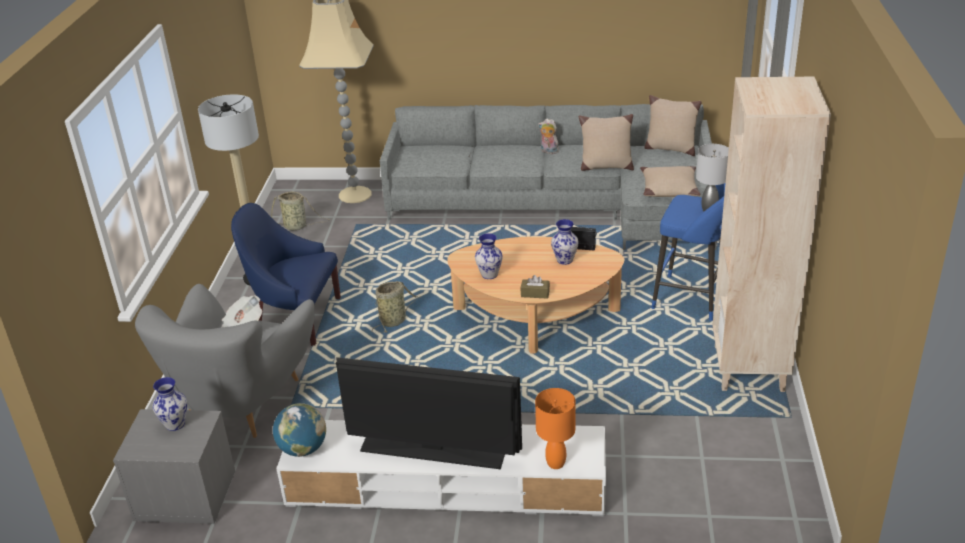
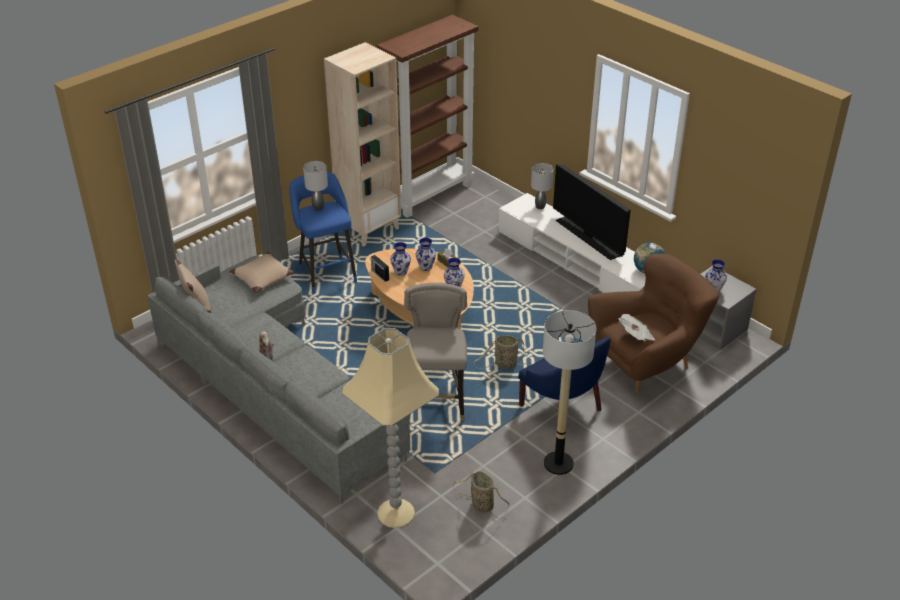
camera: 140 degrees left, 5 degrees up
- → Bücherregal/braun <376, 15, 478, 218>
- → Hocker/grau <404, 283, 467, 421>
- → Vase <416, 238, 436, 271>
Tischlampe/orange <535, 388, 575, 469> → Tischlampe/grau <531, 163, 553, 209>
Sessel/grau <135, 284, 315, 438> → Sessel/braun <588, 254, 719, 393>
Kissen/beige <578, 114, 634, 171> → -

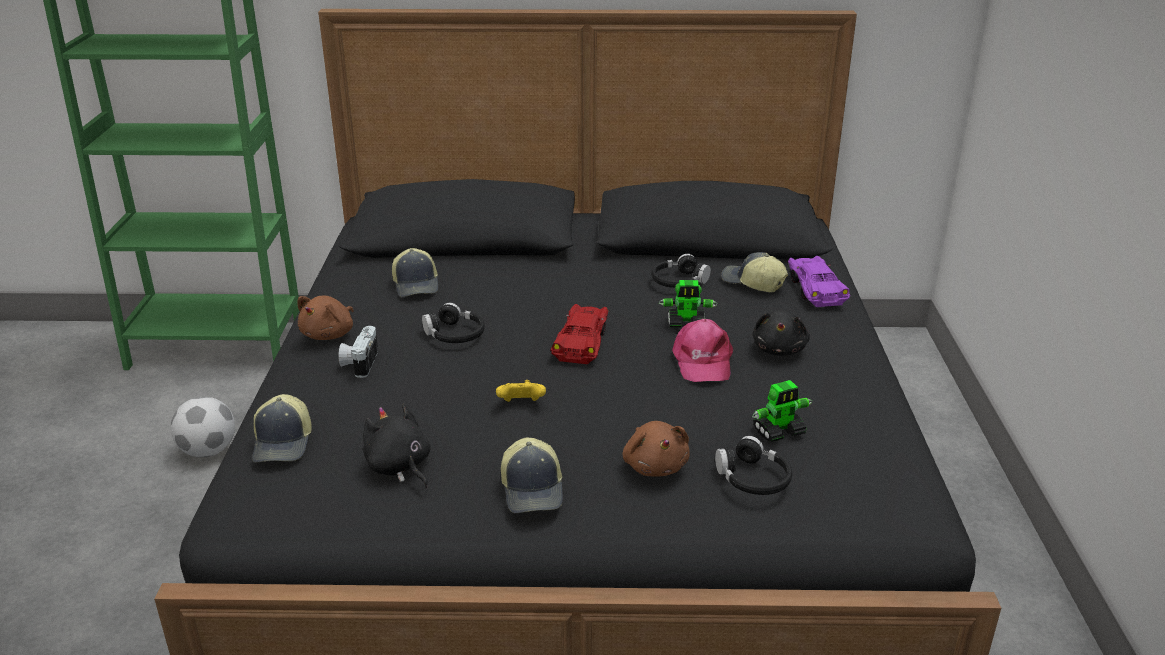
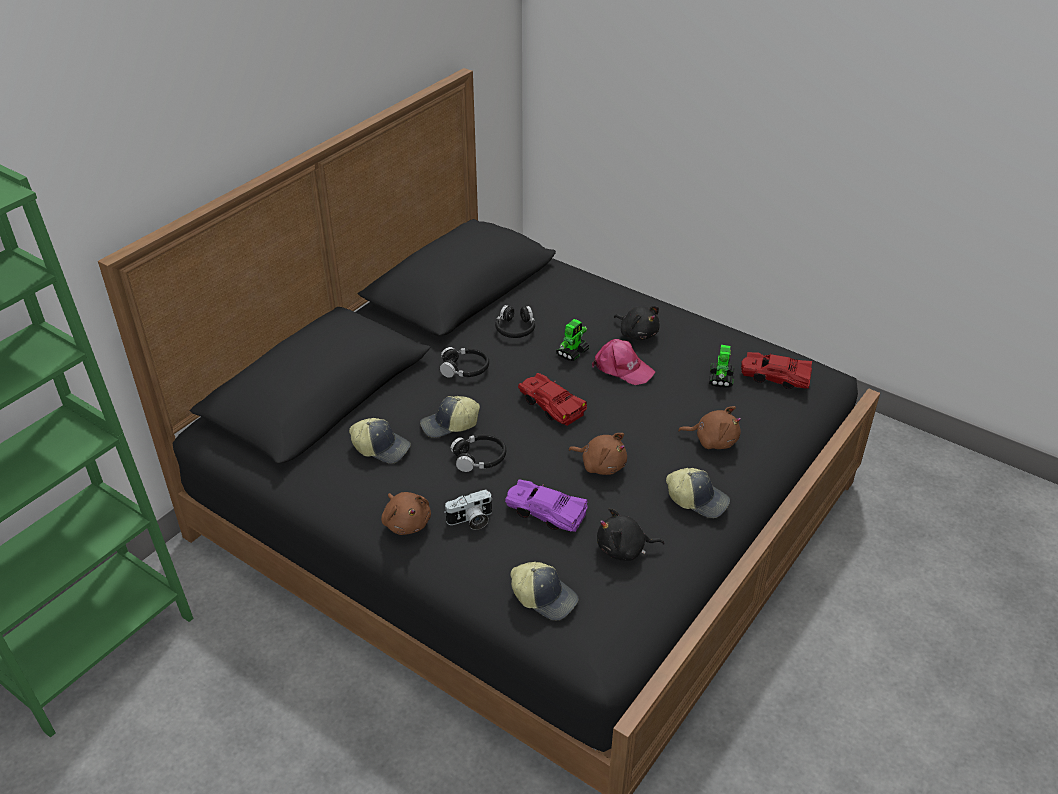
camera: 55 degrees left, 10 degrees up
Kappe <721, 252, 788, 293> → Kappe <420, 396, 480, 438>, shifted
Kopfhörer/schwarz <715, 436, 792, 495> → Kopfhörer/schwarz <440, 347, 489, 378>, shifted
Kamera <338, 326, 378, 378> → Kamera <444, 490, 493, 530>, 60 degrees counterclockwise
Spielzeugauto/lila <788, 256, 850, 307> → Spielzeugauto/lila <505, 479, 588, 532>, shifted
Gamepad/gelb <496, 380, 546, 402> → Plüschtier/braun <568, 433, 627, 475>
- → Spielzeugauto/rot <741, 352, 812, 389>
Fußball <171, 397, 235, 458> → -

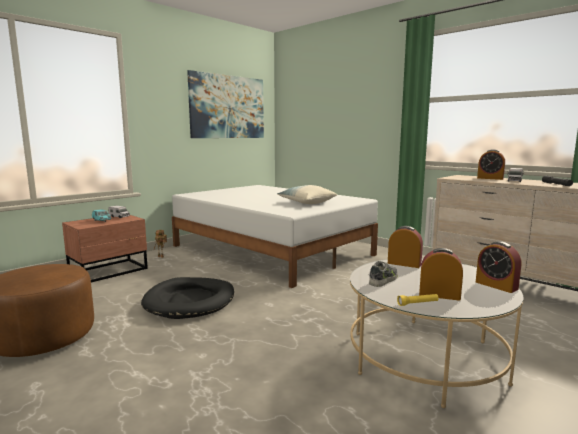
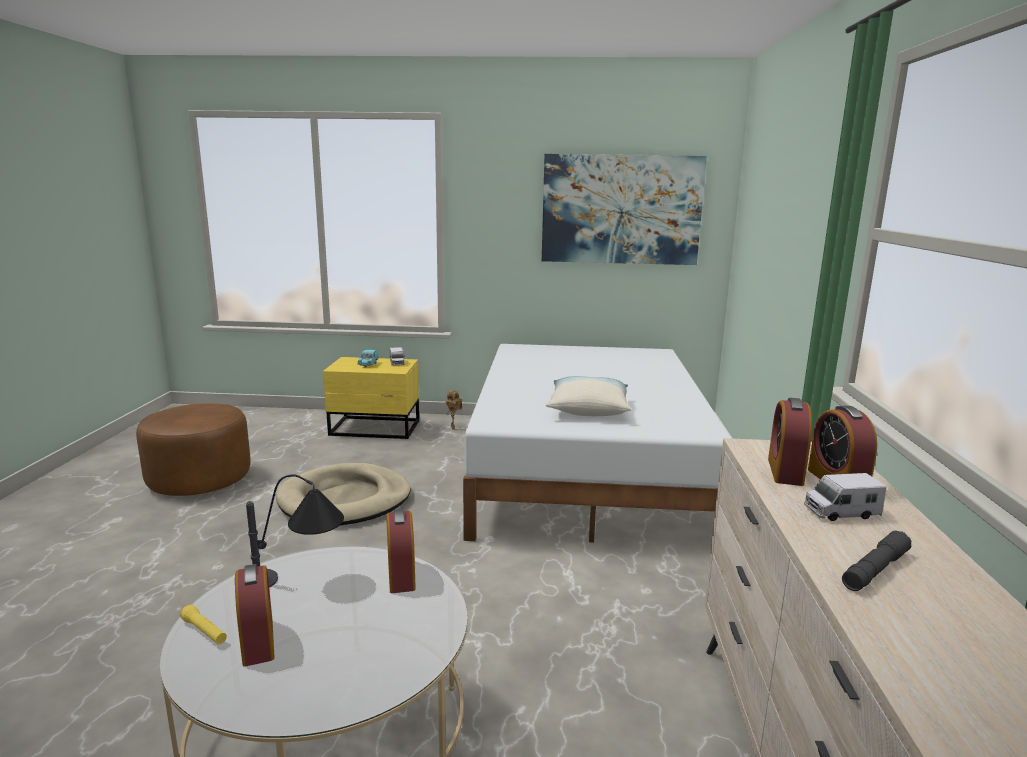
camera: 50 degrees right, 5 degrees up
Schuh <369, 261, 398, 287> → Tischlampe <246, 475, 344, 588>
Hundebett/schwarz <141, 277, 234, 319> → Hundebett/beige <276, 463, 411, 526>
Nachttisch/braun <62, 215, 148, 283> → Nachttisch/gelb <323, 357, 419, 439>
Wecker <476, 241, 521, 293> → Wecker <768, 398, 812, 486>, shifted

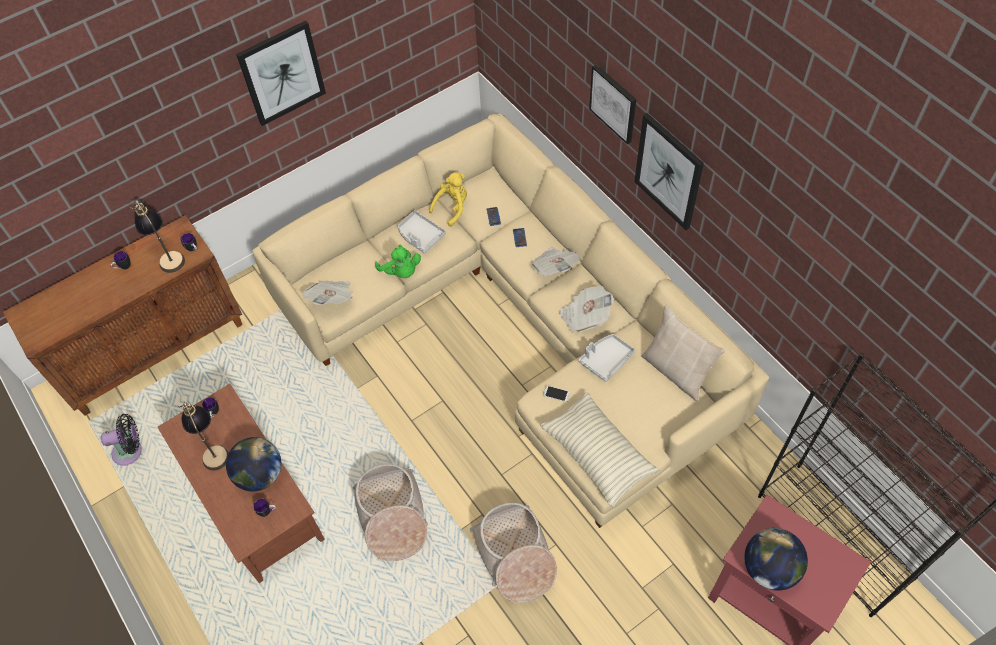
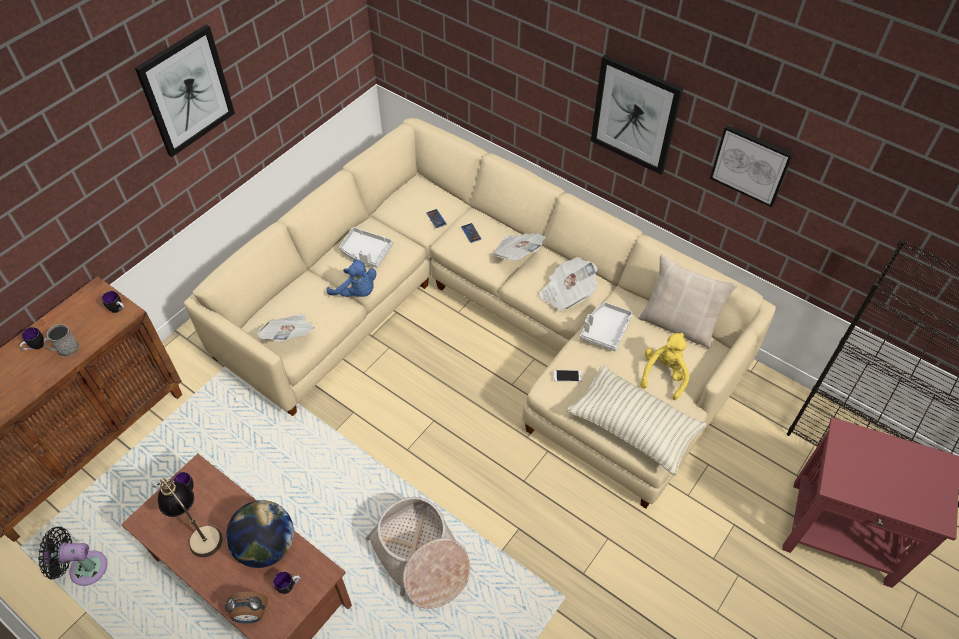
camera: 20 degrees left, 5 degrees down
Ventilator/schwarz <101, 414, 142, 466> → Ventilator/schwarz <38, 527, 107, 586>, 150 degrees counterclockwise
- → Henkelbecher/grau <44, 324, 79, 357>
- → Wecker <225, 592, 268, 624>
Plüschtier/grün <375, 245, 421, 278> → Plüschtier/blau <326, 259, 376, 297>
Plüschtier/gelb <429, 172, 467, 227> → Plüschtier/gelb <640, 333, 689, 400>, shifted
Bild <589, 64, 637, 144> → Bild <710, 125, 794, 207>, shifted
Tischlampe <131, 201, 185, 273> → -
Korb <470, 502, 557, 603> → -
Globus <744, 528, 808, 591> → -

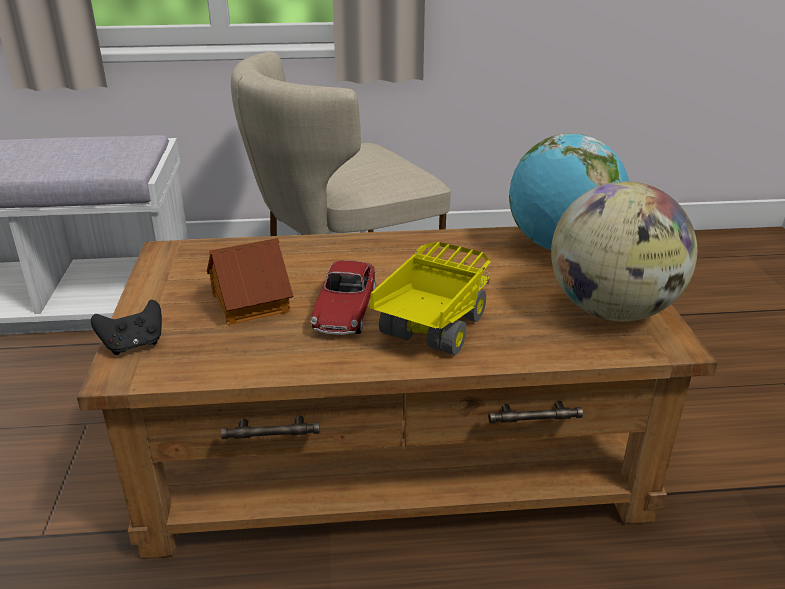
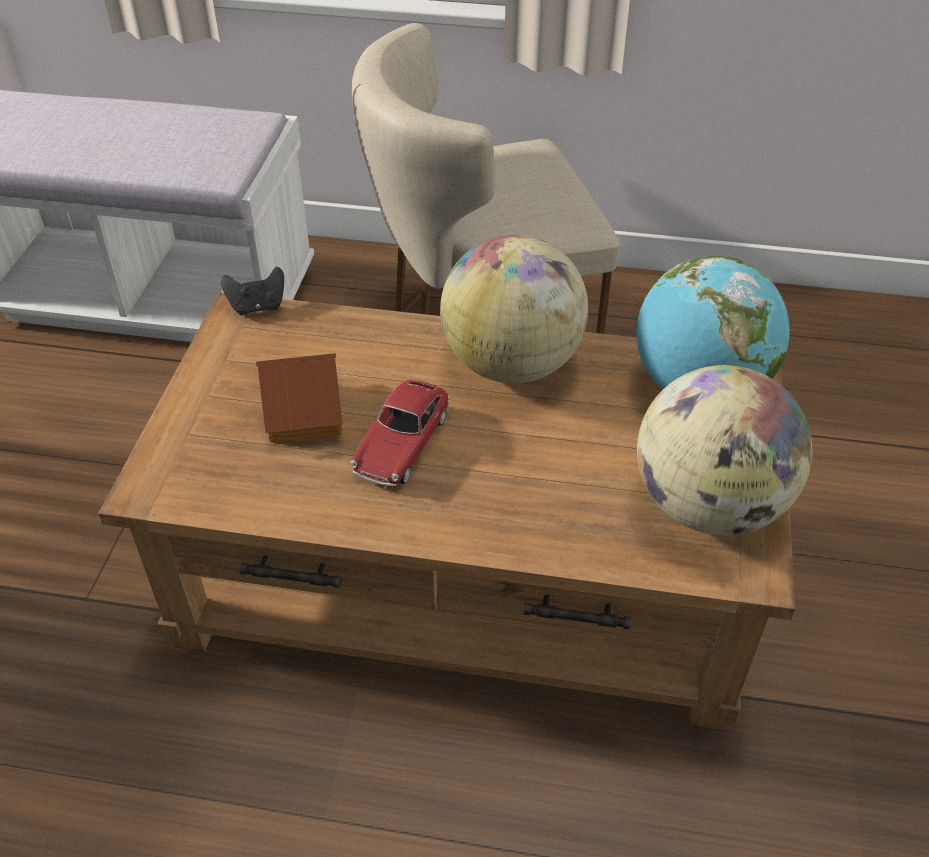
camera: 15 degrees right, 15 degrees up
Gamepad/schwarz <91, 300, 162, 355> → Gamepad/schwarz <221, 267, 284, 315>, shifted
- → Globus <440, 235, 588, 383>
Spielzeuglaster <370, 242, 490, 355> → -

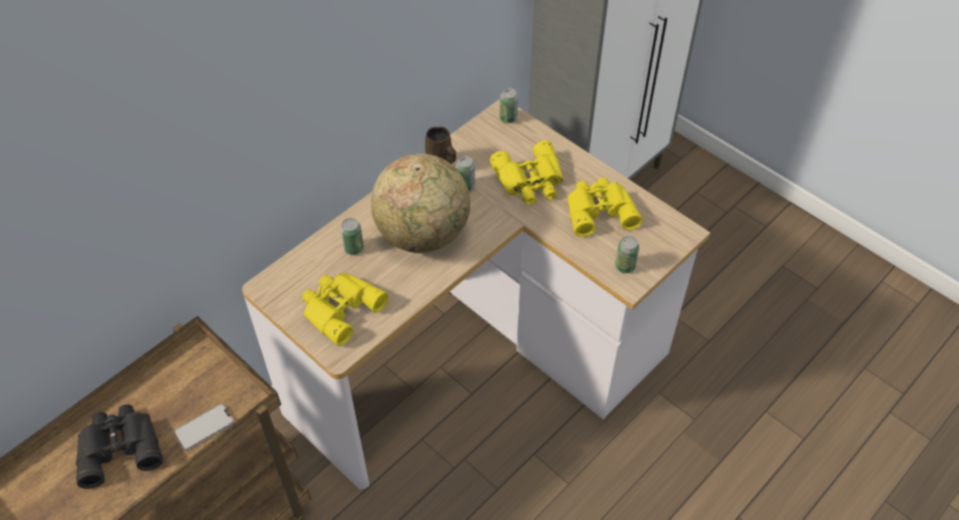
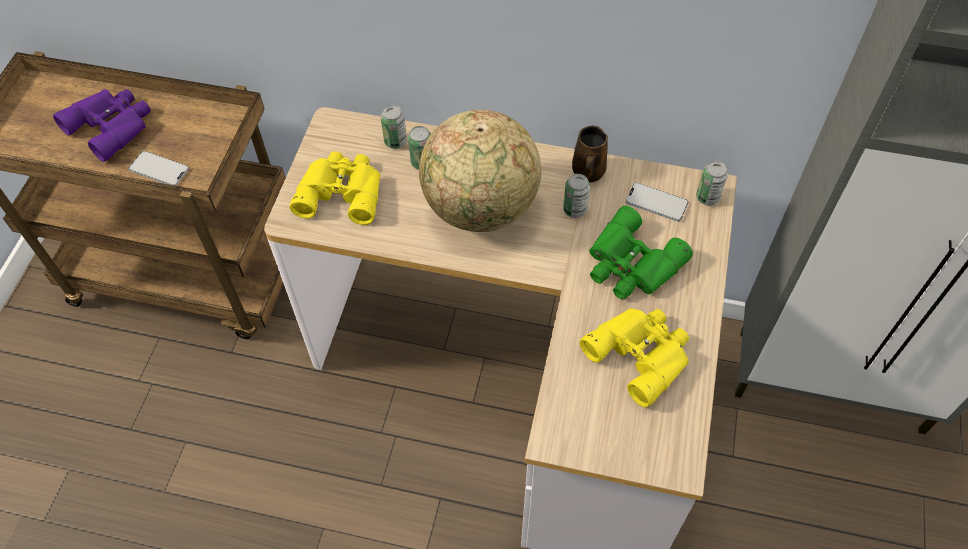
camera: 60 degrees right, 5 degrees up
Fernglas/schwarz <76, 404, 163, 489> → Fernglas/lila <53, 89, 151, 162>
Dose <615, 236, 639, 273> → Dose <381, 105, 407, 149>, shifted
Fernglas/gelb <490, 140, 564, 205> → Fernglas/grün <589, 206, 693, 300>
- → Handy <626, 182, 689, 222>

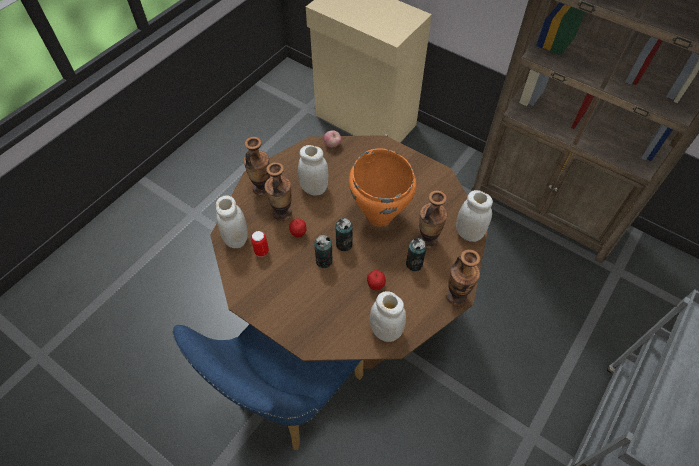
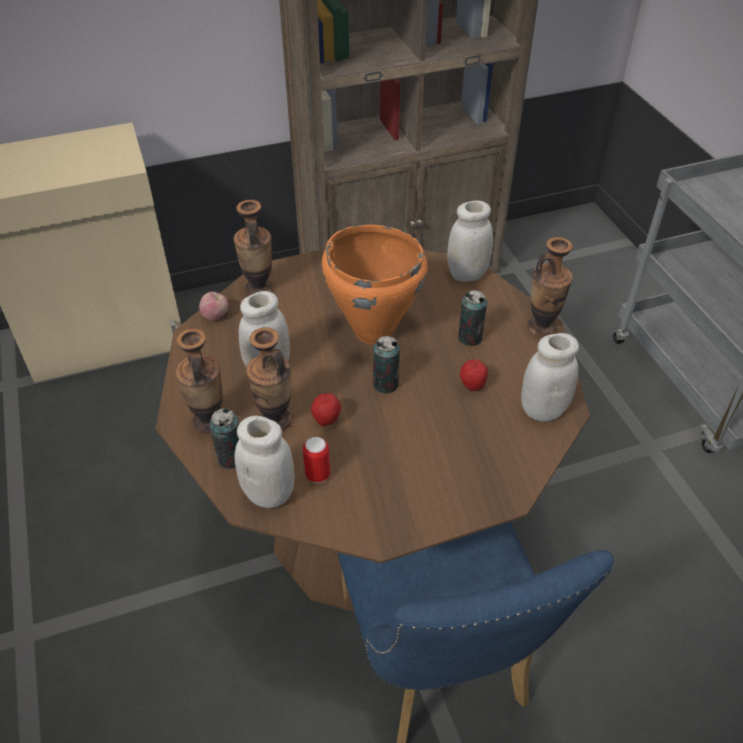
camera: 55 degrees left, 10 degrees down
Dose <314, 235, 333, 268> → Dose <209, 408, 239, 469>, shifted
Vase <418, 190, 448, 249> → Vase <233, 200, 273, 296>, shifted

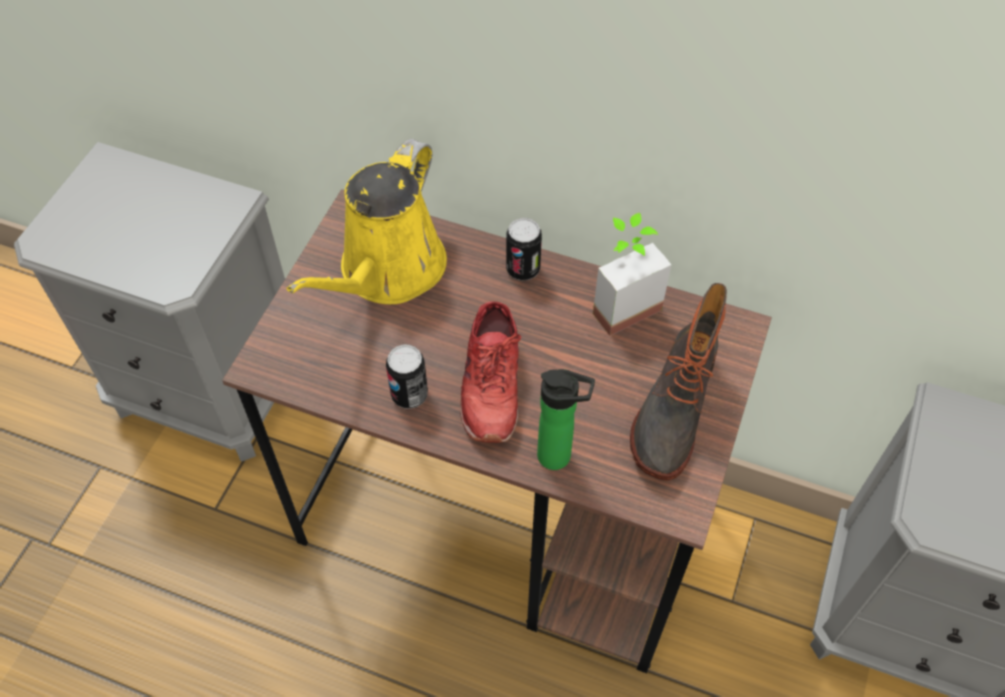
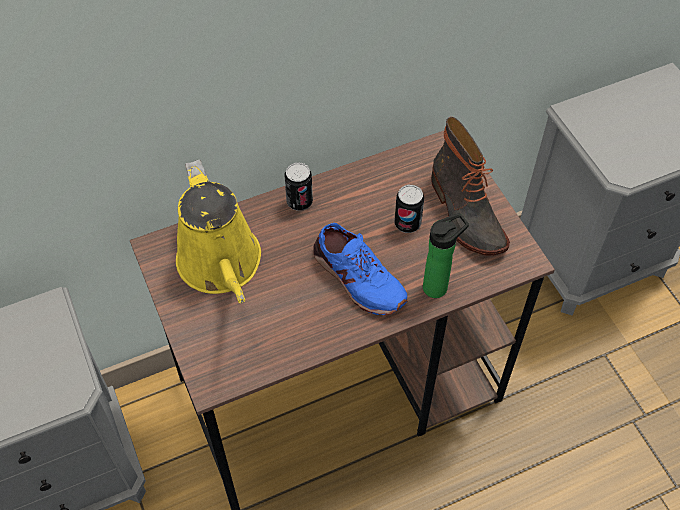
camera: 45 degrees left, 0 degrees up
Schuh/rot <460, 301, 521, 443> → Schuh/blau <313, 223, 408, 315>
Dose <386, 345, 428, 409> → Dose <394, 185, 424, 233>, shifted
Topfpflanze <593, 213, 671, 336> → -

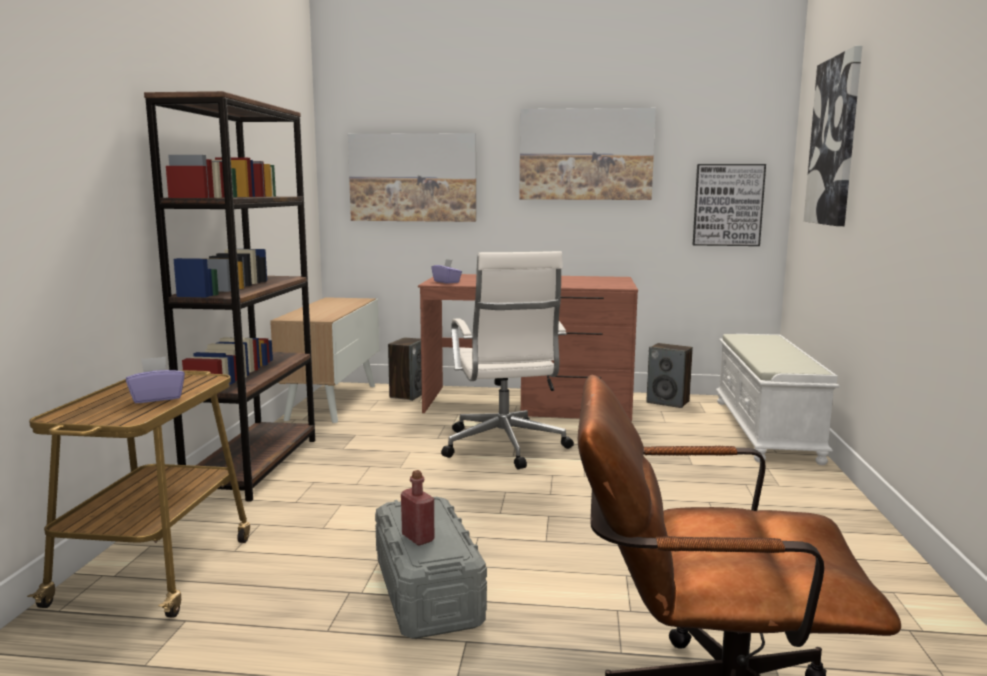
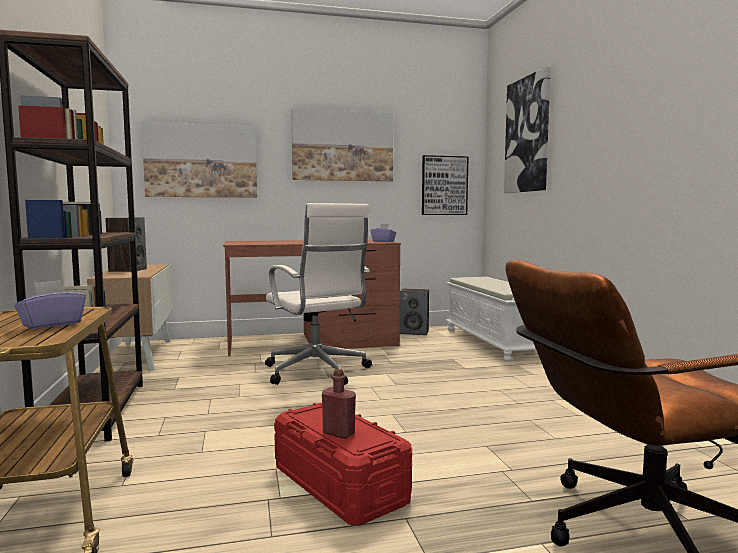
camera: 20 degrees left, 5 degrees down
Lautsprecher <388, 337, 422, 401> → Lautsprecher <105, 217, 147, 272>, shifted
Aufbewahrungsbox/grau <375, 497, 487, 639> → Aufbewahrungsbox/rot <274, 403, 412, 525>
Taschentuchbox/lila <431, 259, 462, 284> → Taschentuchbox/lila <371, 224, 397, 242>, shifted

